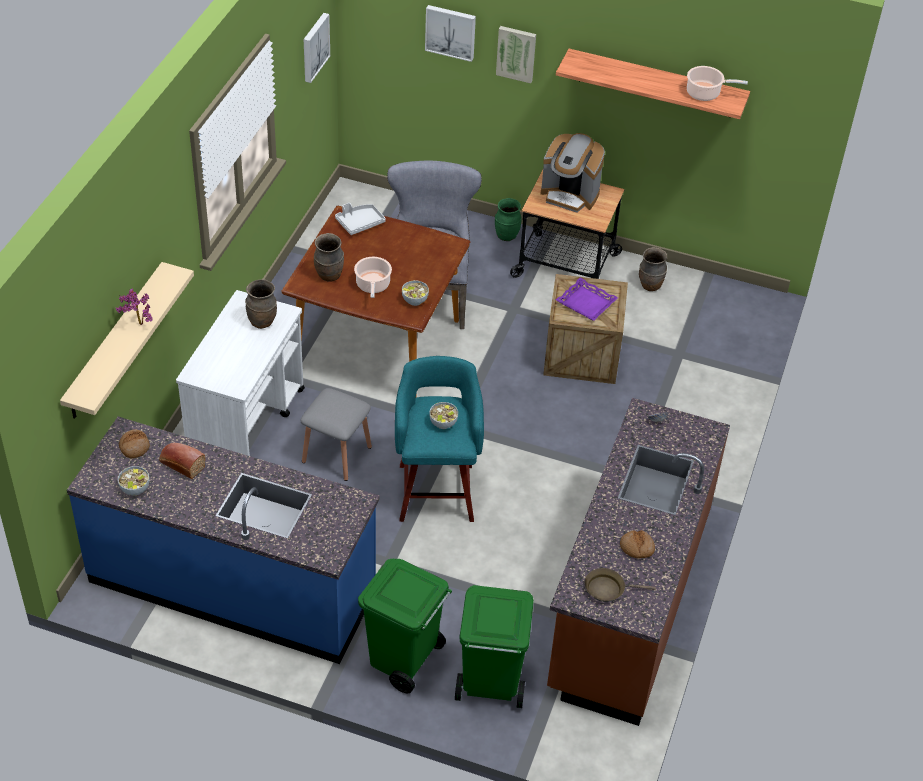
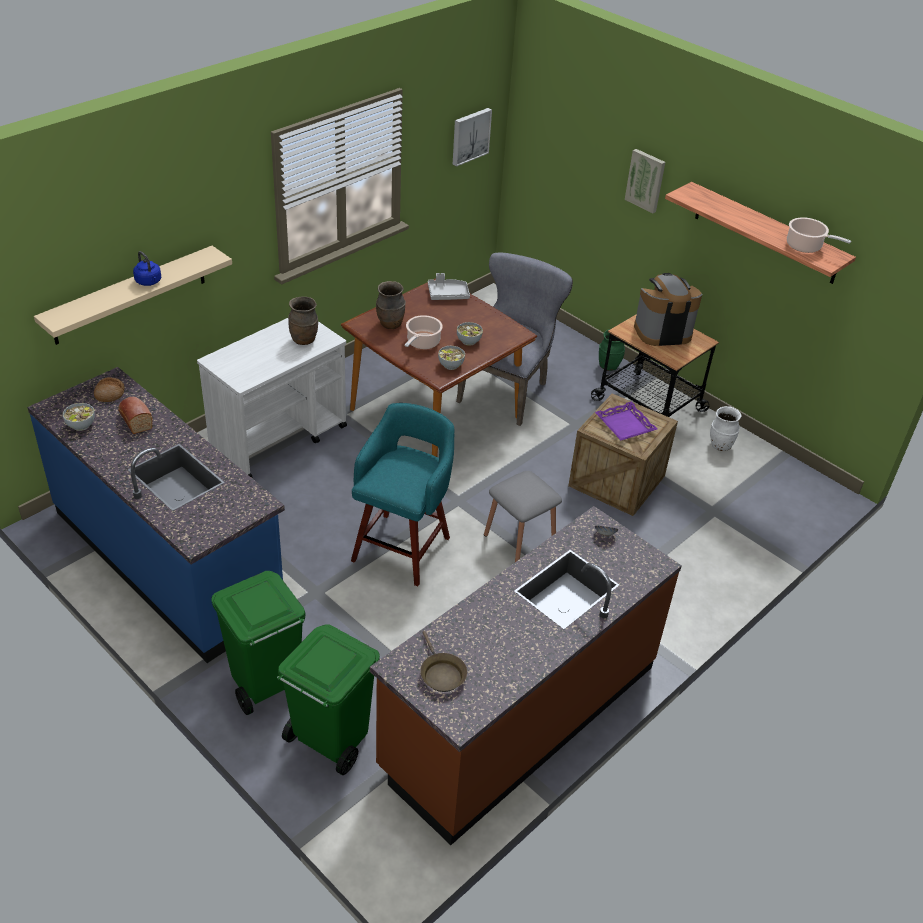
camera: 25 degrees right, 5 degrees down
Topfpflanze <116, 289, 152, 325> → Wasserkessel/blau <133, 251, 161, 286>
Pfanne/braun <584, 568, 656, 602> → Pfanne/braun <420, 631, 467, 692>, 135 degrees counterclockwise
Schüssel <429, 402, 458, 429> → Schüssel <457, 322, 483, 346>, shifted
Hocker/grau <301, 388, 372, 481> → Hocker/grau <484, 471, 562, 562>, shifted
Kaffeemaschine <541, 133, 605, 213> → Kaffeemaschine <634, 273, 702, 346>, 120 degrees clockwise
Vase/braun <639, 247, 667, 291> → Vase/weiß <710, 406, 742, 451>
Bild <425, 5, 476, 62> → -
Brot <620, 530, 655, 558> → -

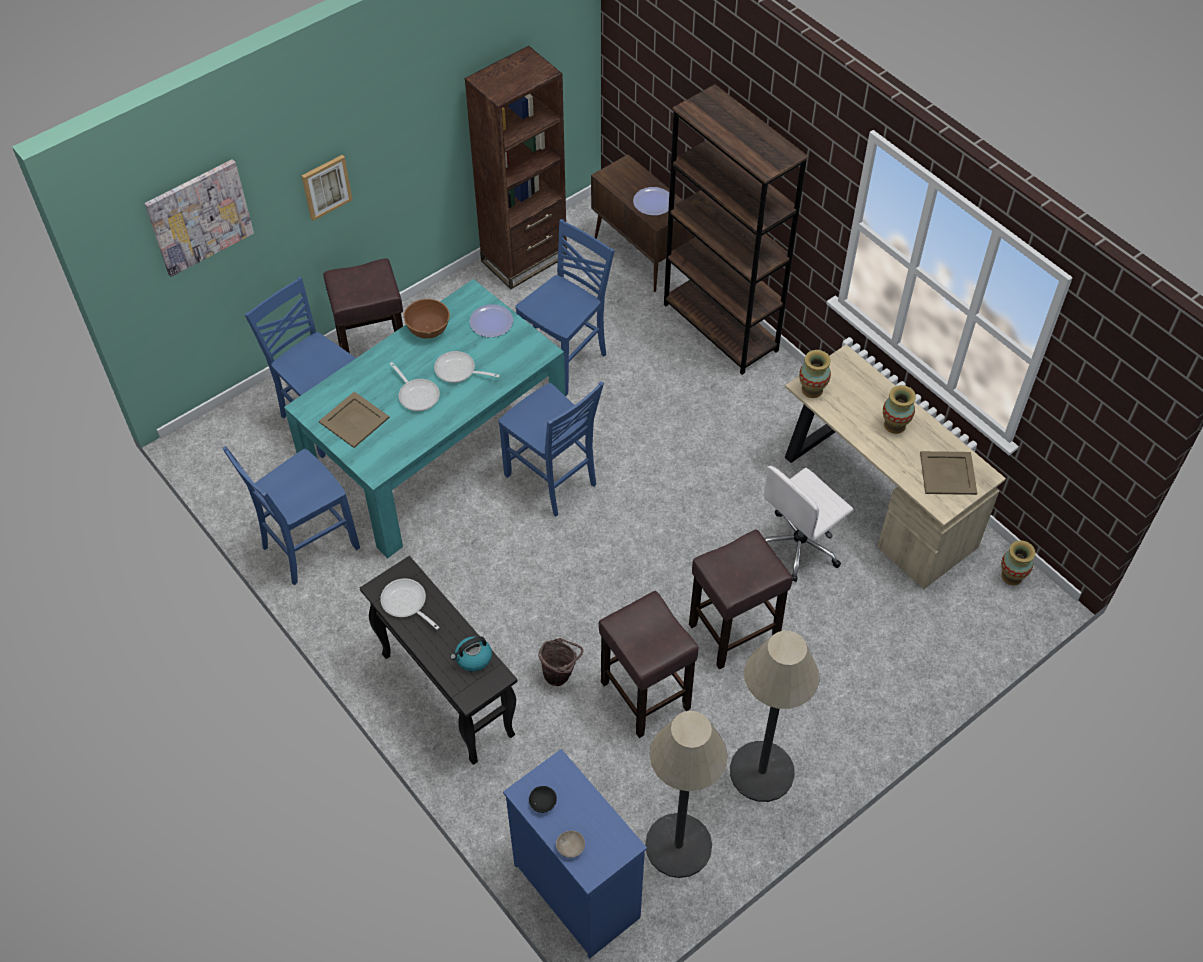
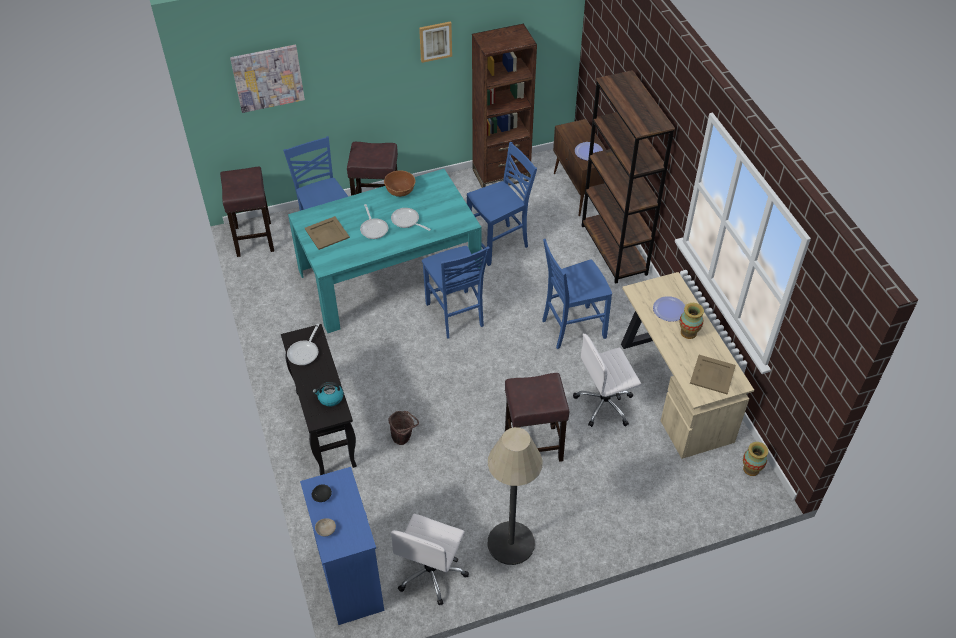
camera: 20 degrees right, 5 degrees down
Hocker/braun <599, 591, 699, 738> → Hocker/braun <220, 167, 274, 257>, shifted
Pfanne <380, 578, 440, 630> → Pfanne <287, 324, 320, 365>, 135 degrees counterclockwise
Stehlampe <645, 711, 728, 878> → Bürostuhl/weiß <391, 514, 469, 605>
Bild <302, 155, 353, 221> → Bild <419, 21, 452, 63>, shifted
Stuhl/blau <223, 446, 360, 585> → Stuhl/blau <542, 239, 612, 349>, shifted
Teller <470, 304, 513, 337> → Teller <653, 296, 685, 322>, shifted
Vase <799, 350, 831, 398> → -

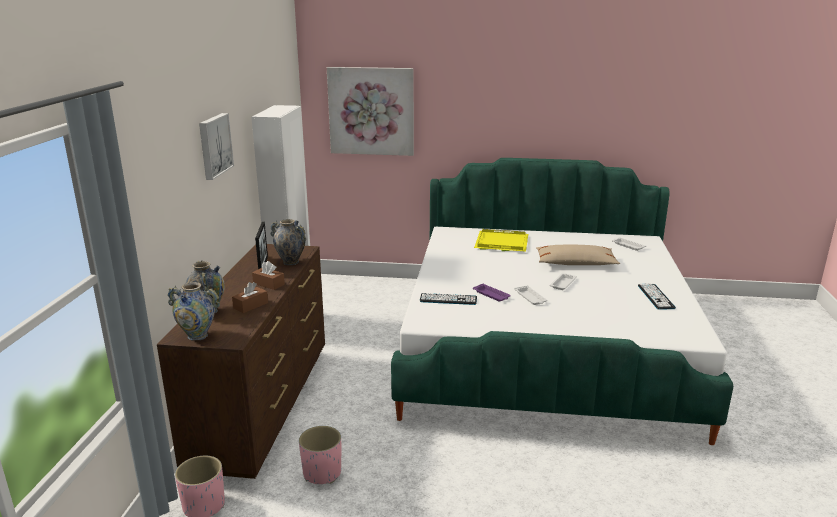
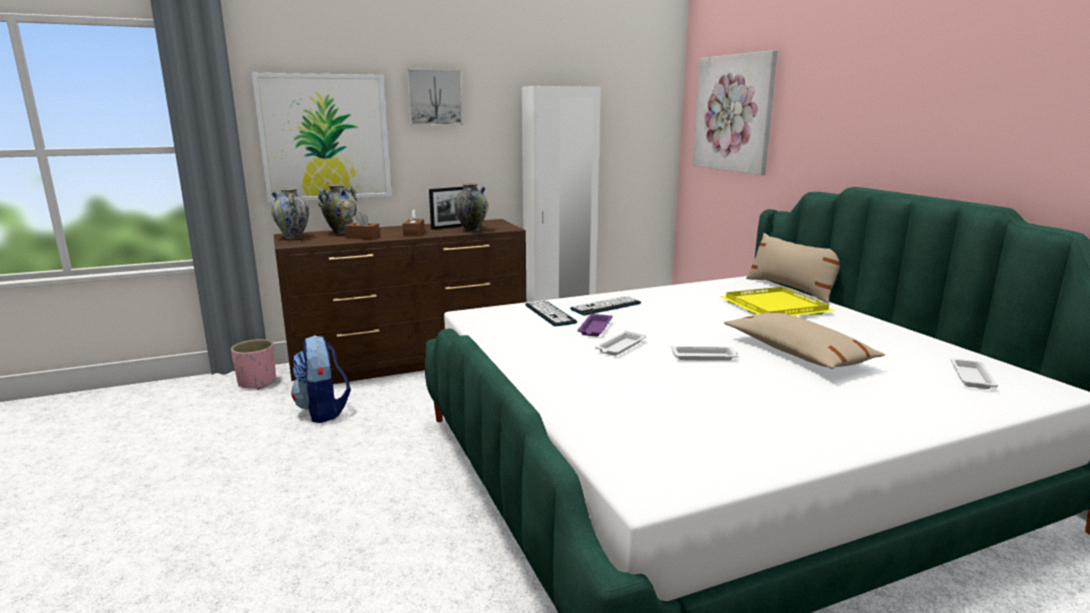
camera: 60 degrees right, 5 degrees down
- → Bild <252, 73, 392, 202>
Pflanzkübel/rosa <299, 426, 341, 484> → Rucksack <291, 335, 351, 423>
Tastatur <638, 283, 676, 310> → Tastatur <570, 296, 641, 315>, shifted
- → Kissen/beige <746, 233, 840, 303>

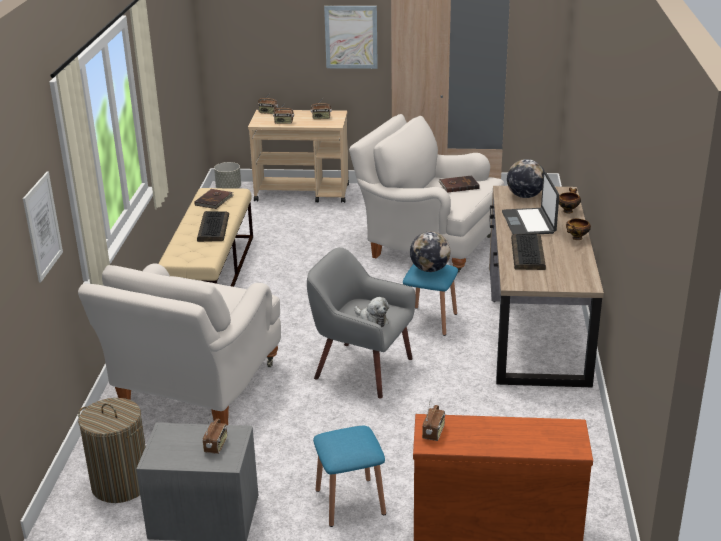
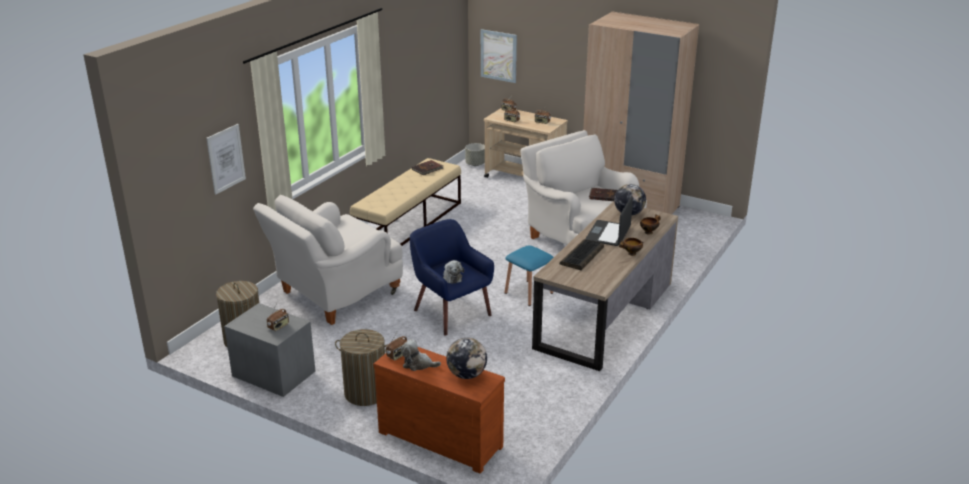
camera: 25 degrees right, 0 degrees up
Hocker/blau <313, 426, 386, 527> → Wäschekorb <335, 329, 388, 406>
- → Plüschtier <401, 339, 441, 371>
Sessel/grau <307, 247, 416, 398> → Sessel/blau <410, 219, 494, 336>
Globus <410, 232, 450, 272> → Globus <446, 338, 487, 379>, shifted
Bild <324, 6, 378, 69> → Bild <481, 29, 517, 83>, shifted
Tastatur <197, 211, 229, 242> → -

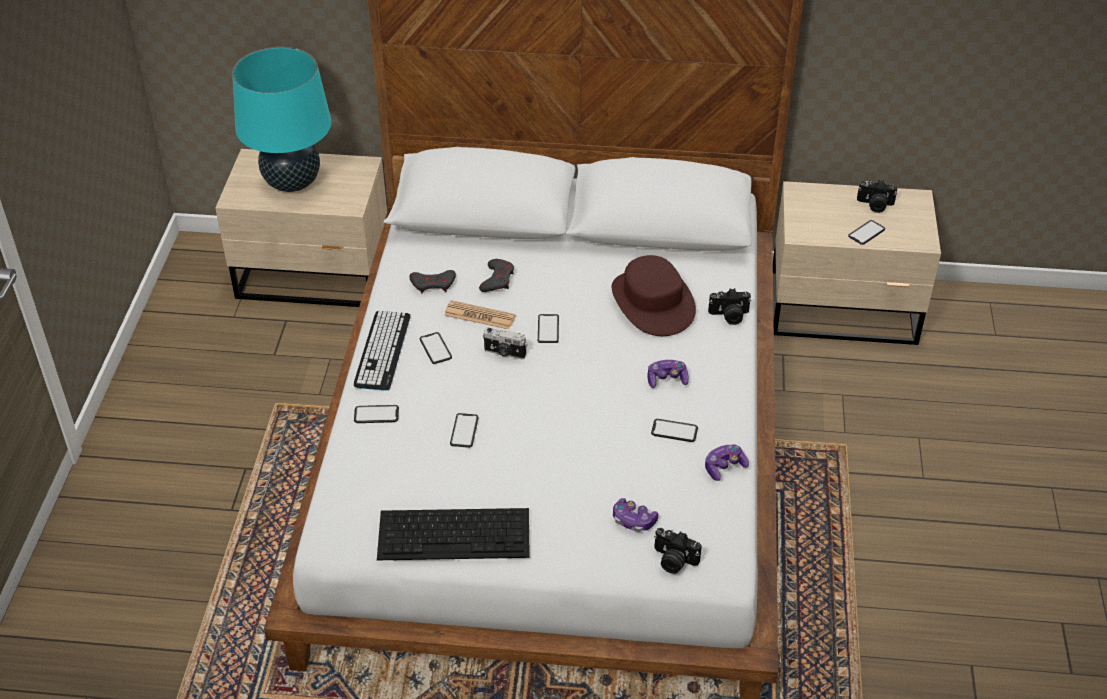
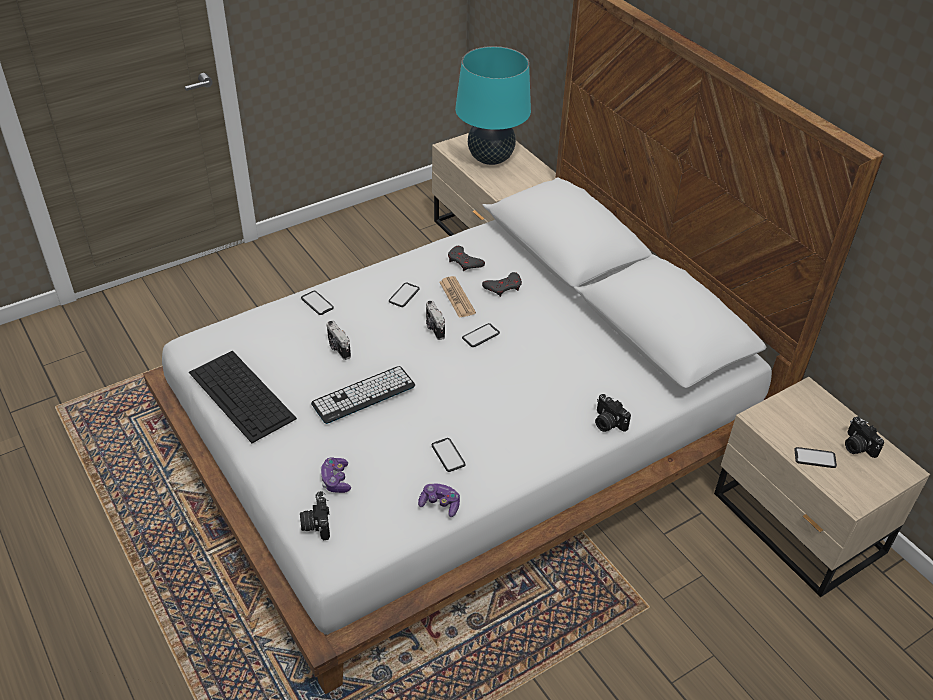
camera: 50 degrees right, 0 degrees up
Tastatur <354, 311, 410, 391> → Tastatur <311, 366, 415, 424>, shifted
Handy <450, 413, 479, 448> → Kamera <326, 321, 351, 360>
Hut/braun <612, 255, 696, 336> → -
Gamepad <647, 360, 689, 388> → -

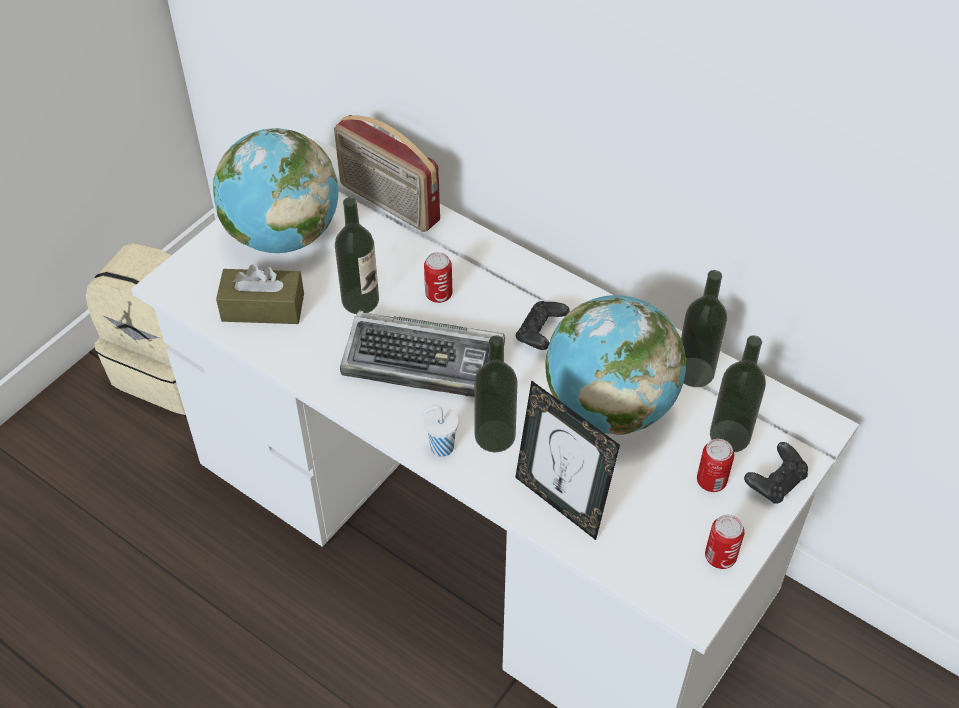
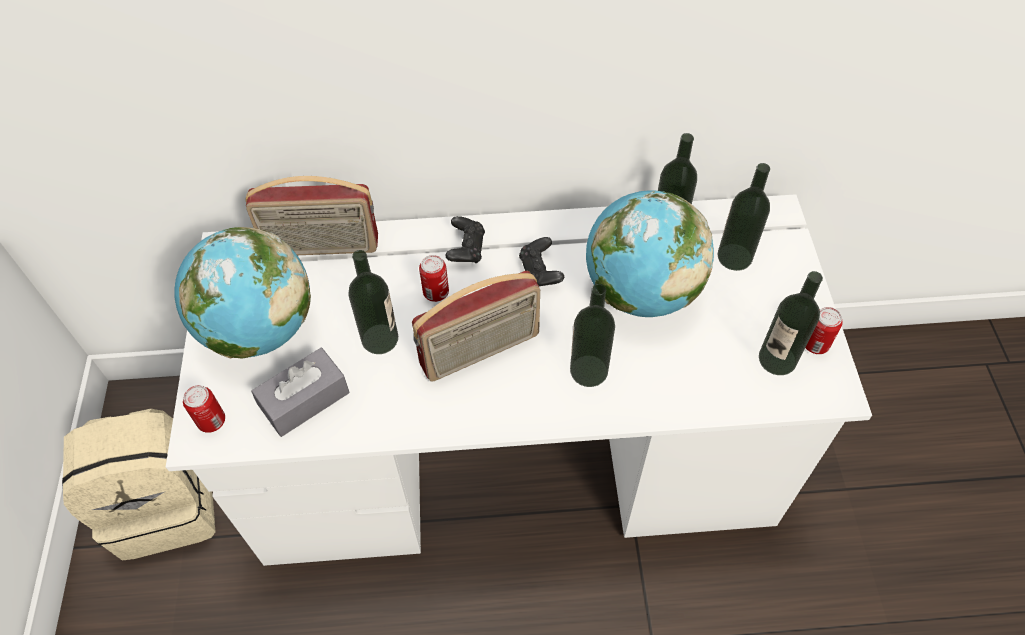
camera: 40 degrees left, 5 degrees up
Dose <697, 439, 734, 492> → Dose <183, 385, 225, 433>, shifted
Taschentuchbox/braun <216, 264, 304, 324> → Taschentuchbox/grau <251, 348, 349, 437>
Tastatur <340, 310, 505, 397> → Radio <412, 271, 540, 382>
Gamepad/schwarz <744, 442, 808, 504> → Gamepad/schwarz <446, 216, 485, 263>, shifted
- → Flasche <759, 271, 823, 375>
Tasse/weiß <420, 405, 459, 457> → -
Bilderrahmen <515, 380, 620, 540> → -

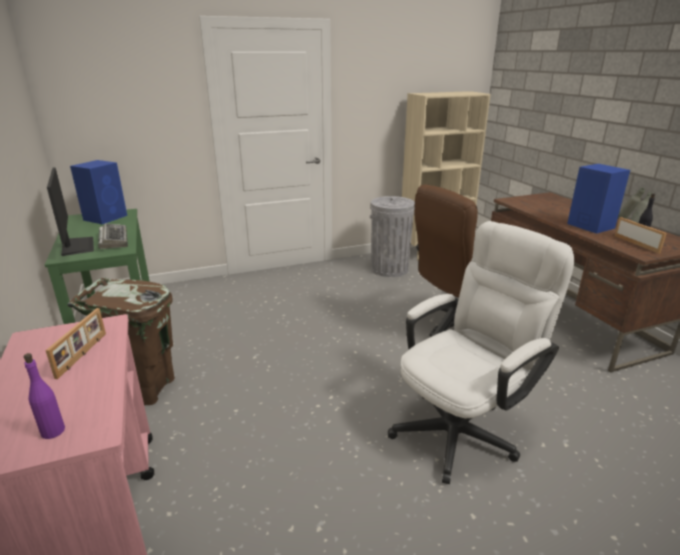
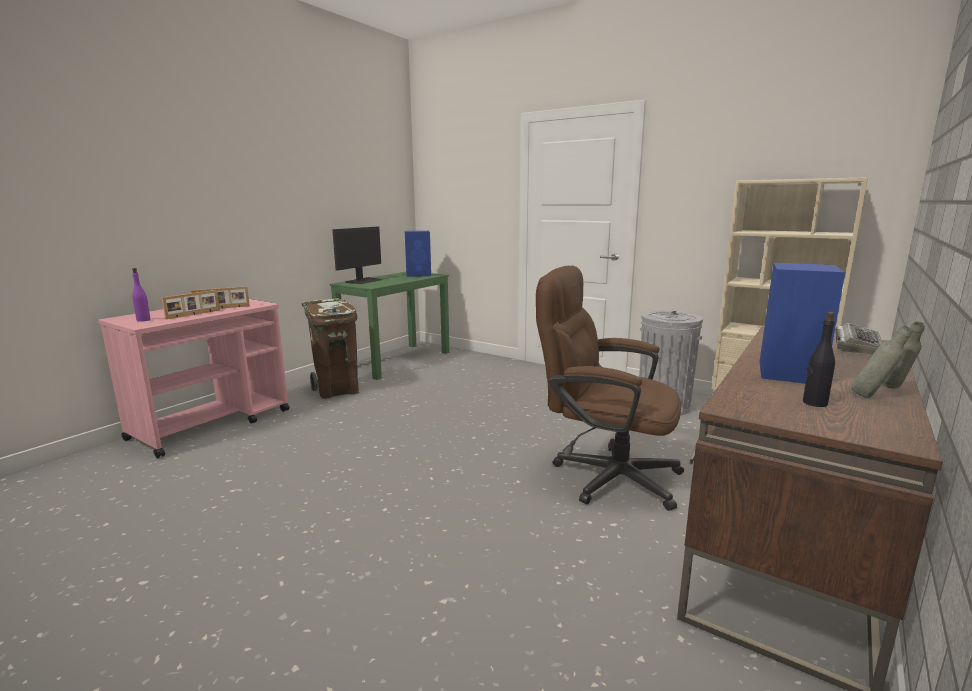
camera: 55 degrees right, 10 degrees down
Bilderrahmen <615, 217, 667, 254> → Bilderrahmen <162, 290, 220, 319>, shifted
Tastatur <98, 223, 128, 249> → Tastatur <835, 323, 883, 355>, shifted
Bürostuhl/weiß <388, 221, 574, 484> → -

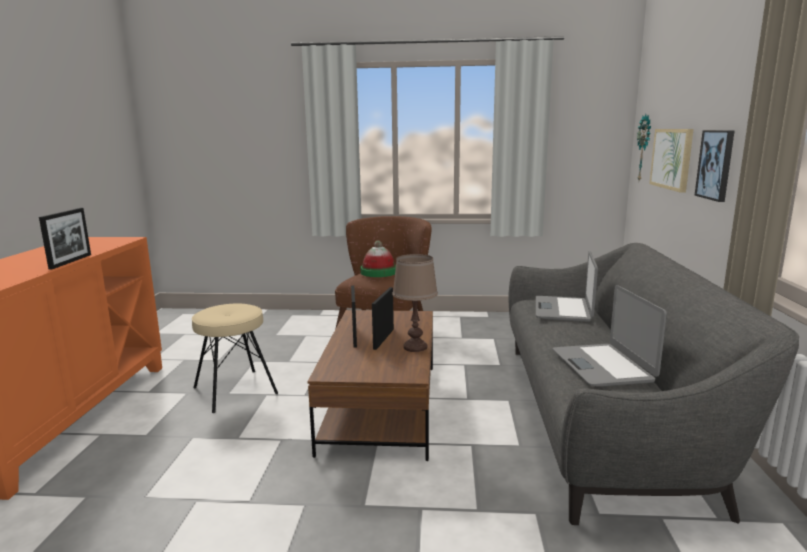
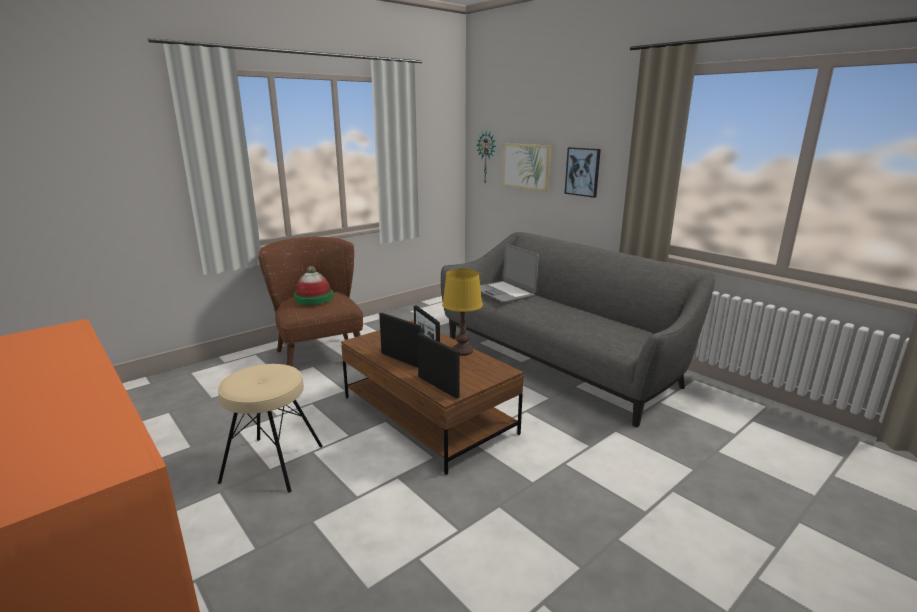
camera: 45 degrees left, 5 degrees up
Bilderrahmen <39, 208, 91, 269> → Bilderrahmen <417, 333, 459, 399>, shifted
Tischlampe/braun <392, 254, 438, 352> → Tischlampe/gelb <442, 269, 483, 356>
Laptop <553, 285, 667, 387> → -

